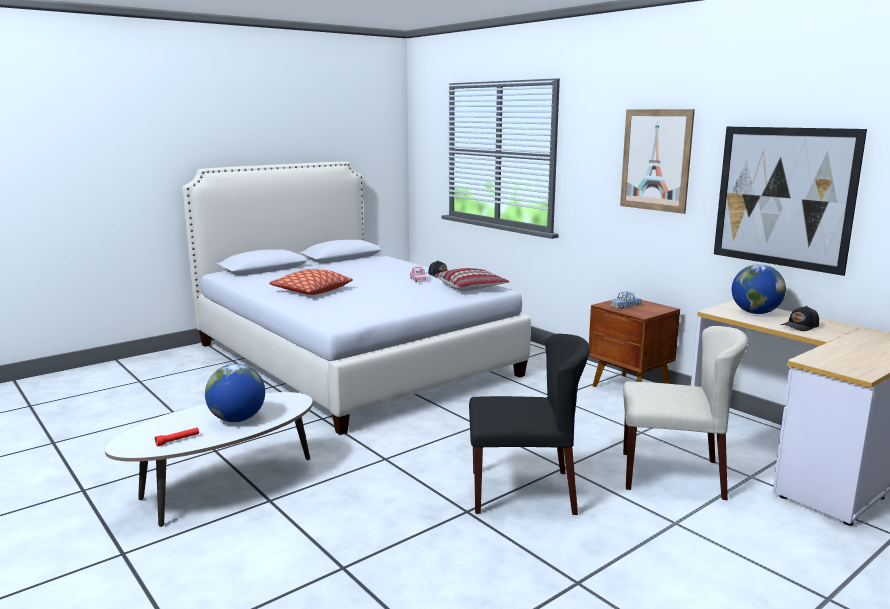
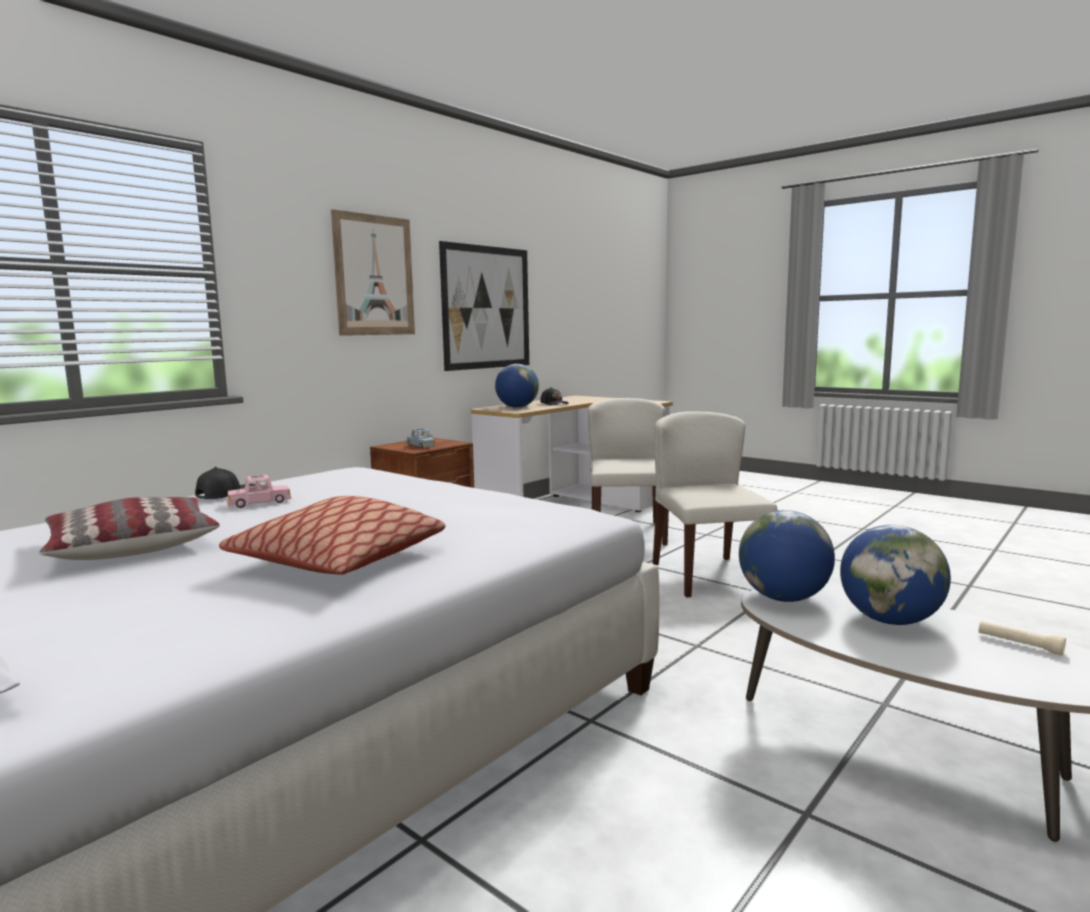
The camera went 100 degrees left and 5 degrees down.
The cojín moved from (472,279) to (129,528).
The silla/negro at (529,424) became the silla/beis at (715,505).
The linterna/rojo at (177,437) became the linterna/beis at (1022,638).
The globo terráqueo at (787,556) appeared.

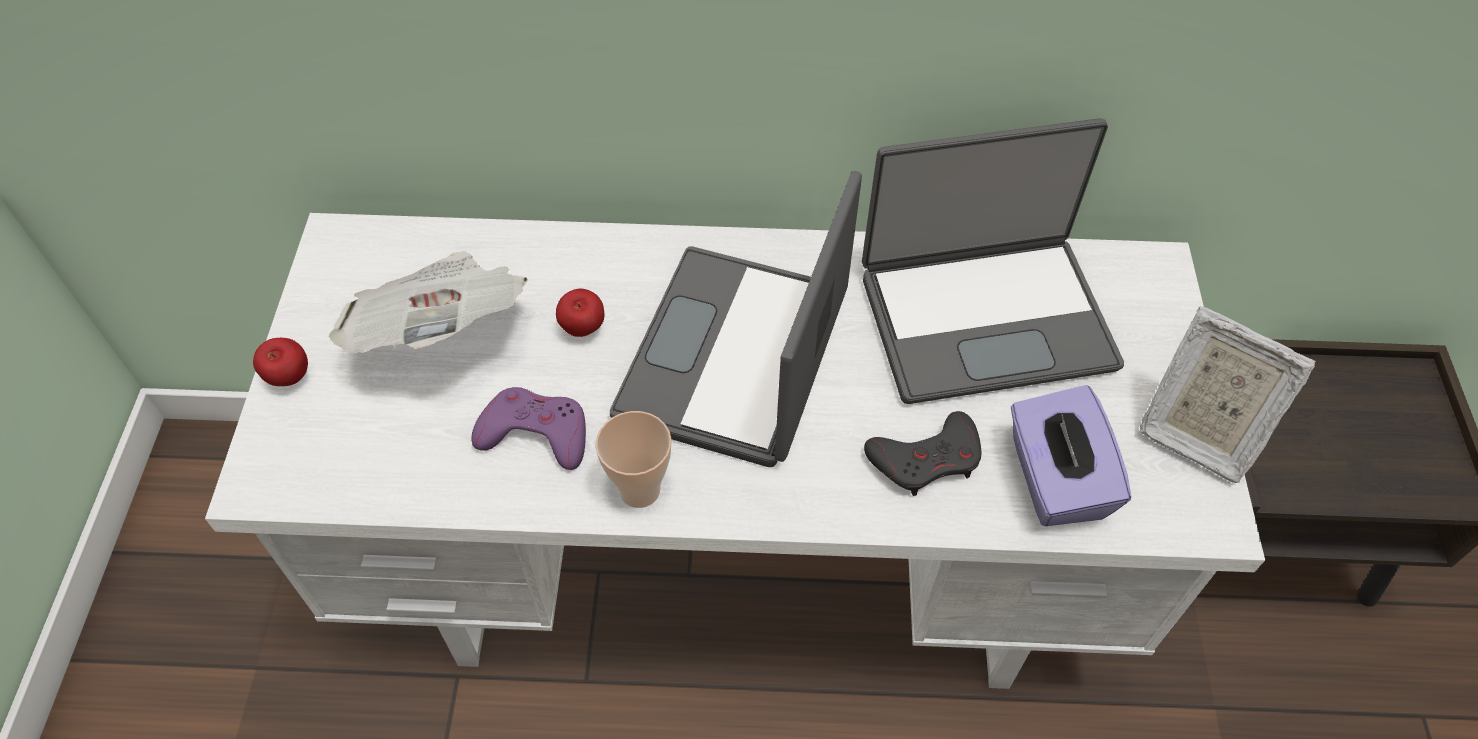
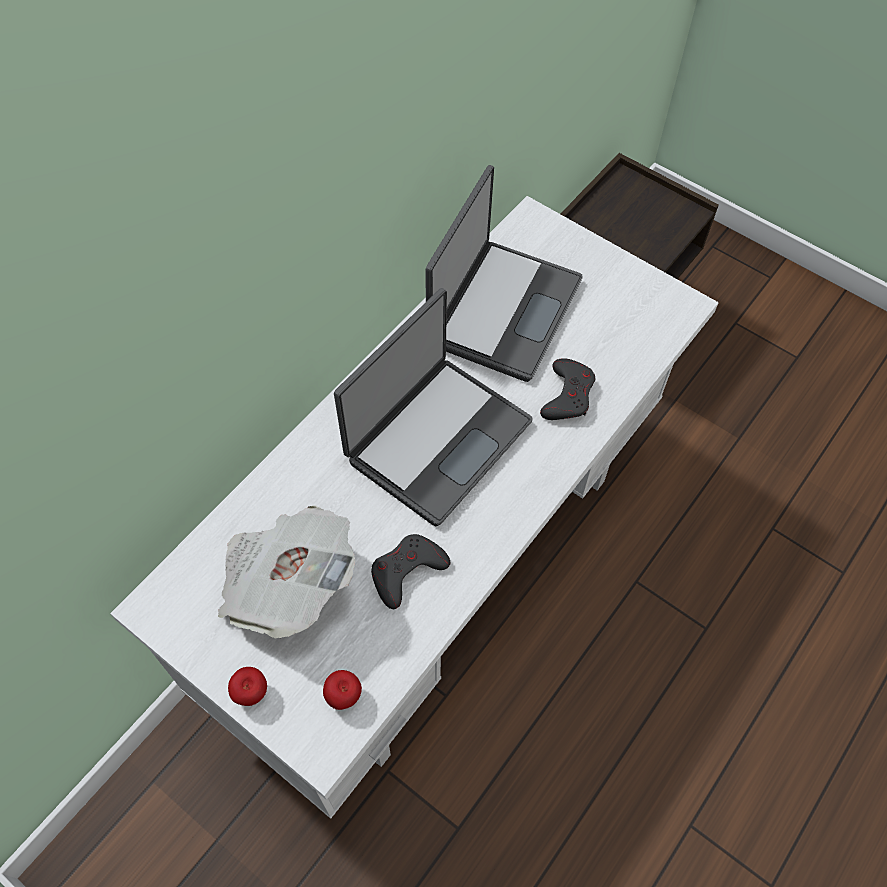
The camera went 55 degrees left and 5 degrees up.
The portátil at (736,319) turned 105 degrees counterclockwise.
The manzana moved from (580,313) to (342,690).
The portarretratos at (1228,394) disappeared.
The caja de pañuelos/morado at (1071,455) disappeared.
The mando de consola/morado at (528,428) became the mando de consola/gris at (410,571).
The taza at (634,459) disappeared.

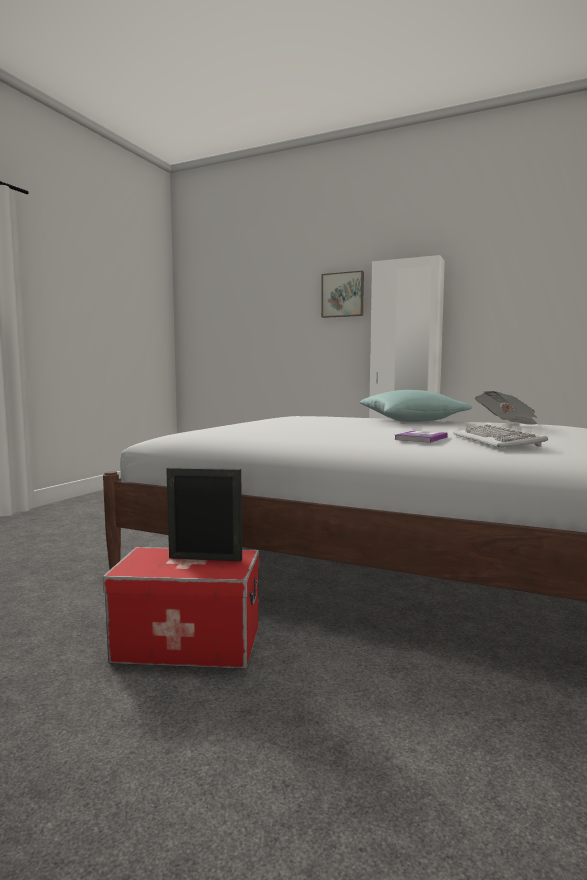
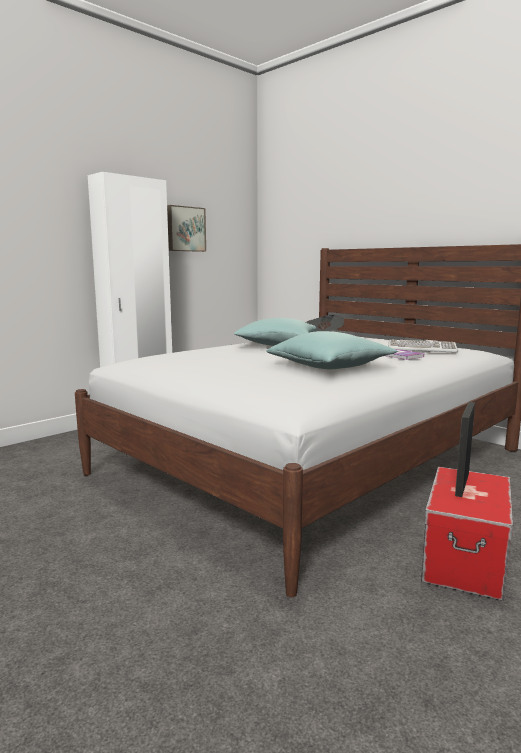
The camera went 70 degrees left and 5 degrees up.
The cuadro moved from (342,294) to (186,228).
The cojín/turquesa at (332,350) appeared.

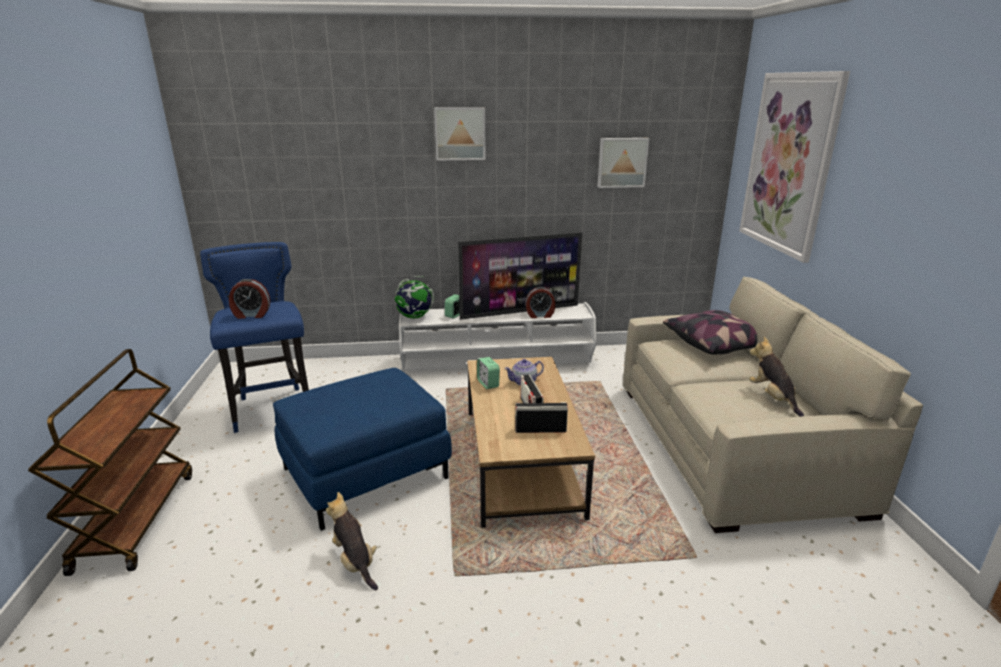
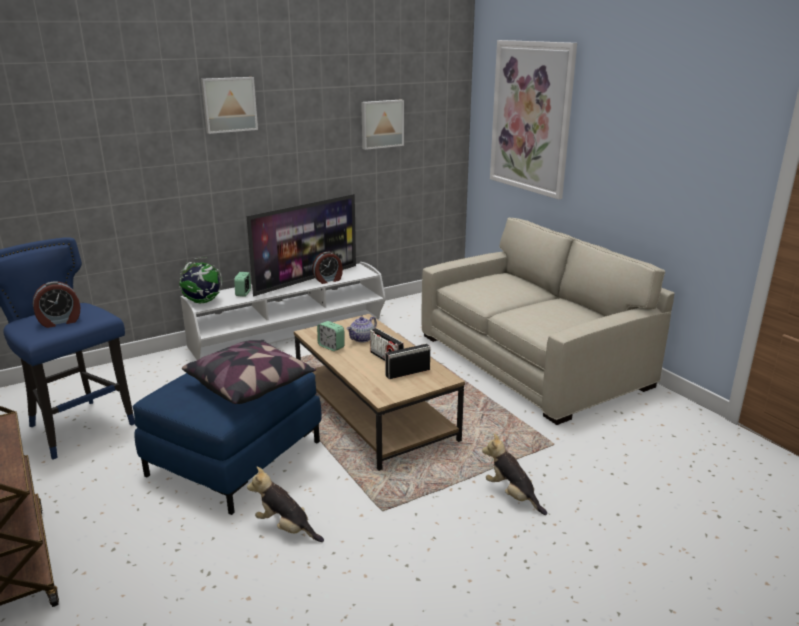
The camera went 25 degrees left and 0 degrees up.
The cojín moved from (710,332) to (249,372).
The peluche moved from (776,376) to (514,474).

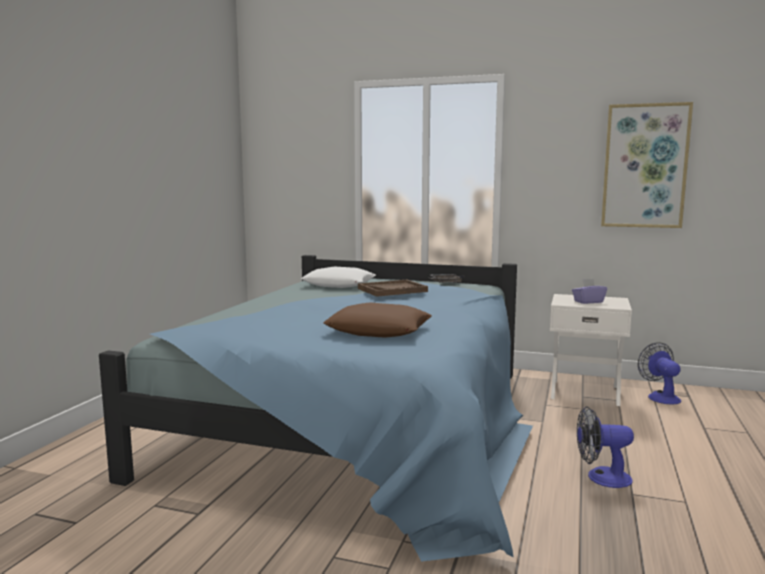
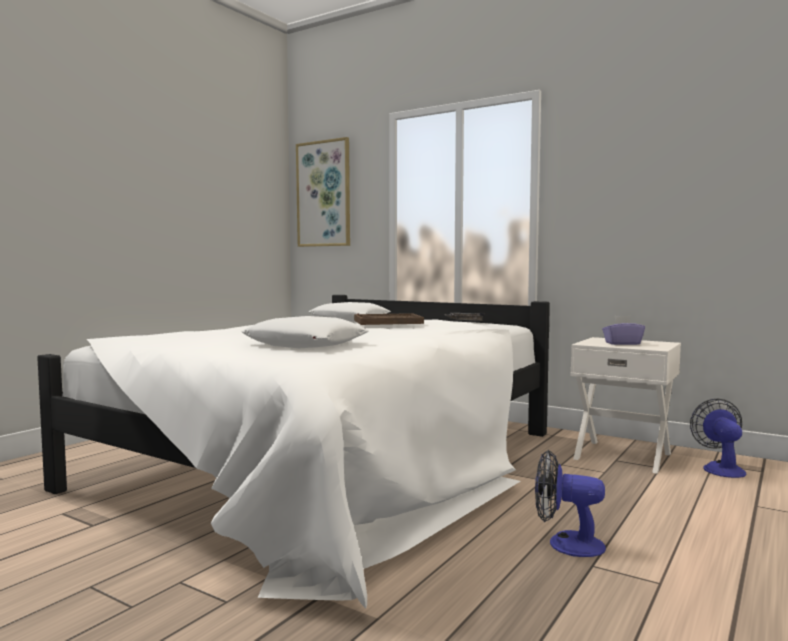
The camera went 15 degrees right and 5 degrees down.
The cuadro moved from (647,165) to (323,192).
The cama/azul at (316,408) became the cama/blanco at (293,451).
The cojín/marrón at (377,320) became the cojín/blanco at (305,332).

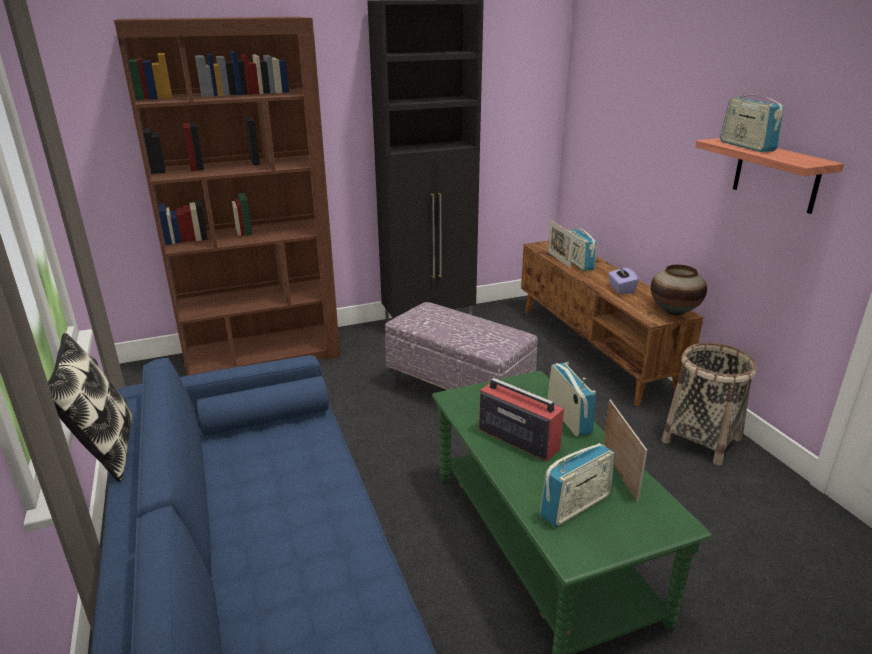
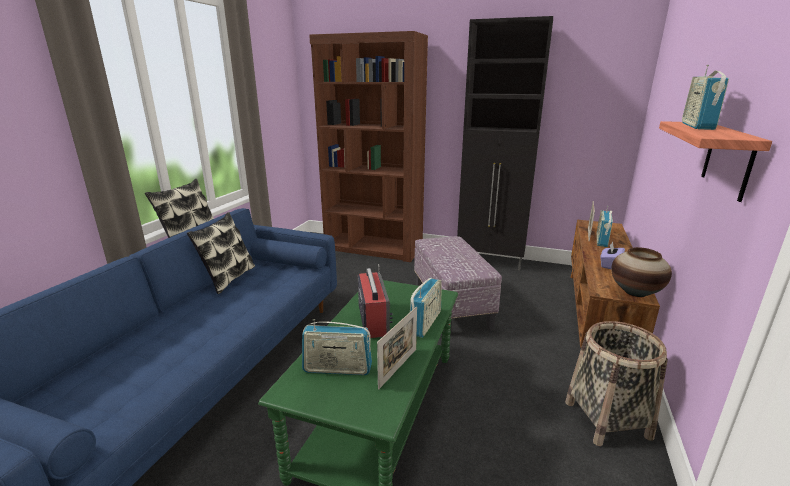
The camera went 40 degrees right and 5 degrees down.
The cojín at (221,253) appeared.

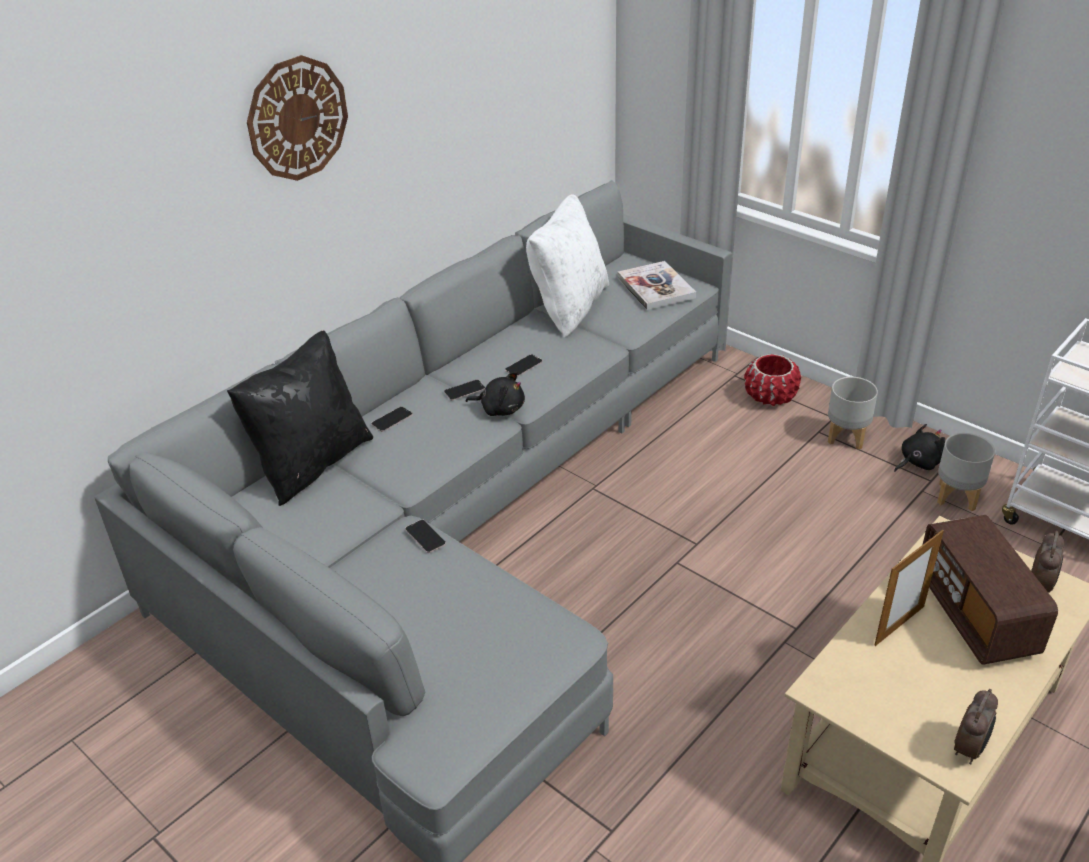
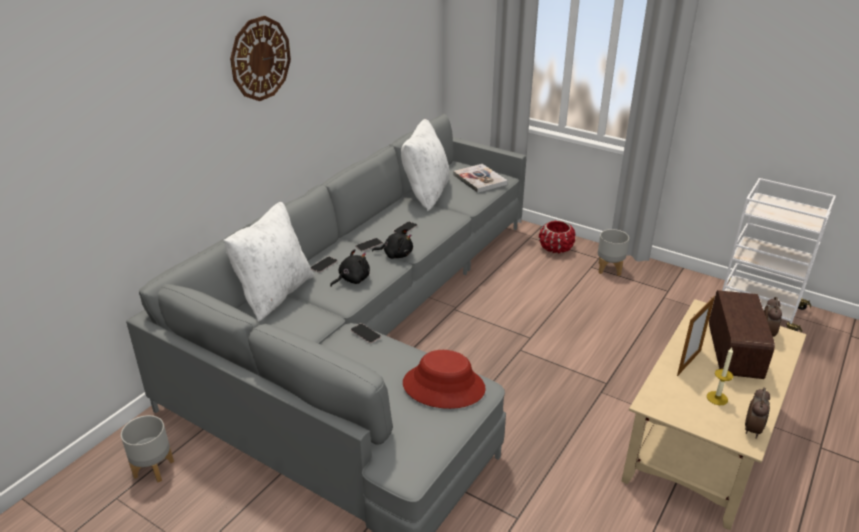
The camera went 10 degrees left and 5 degrees down.
The cojín/negro at (300,418) became the cojín/blanco at (269,262).
The peluche/negro moved from (919,448) to (350,268).
The maceta/gris moved from (966,472) to (147,449).
The radio at (990,590) turned 150 degrees counterclockwise.
The vela at (720,376) appeared.
The sombrero/rojo at (444,379) appeared.

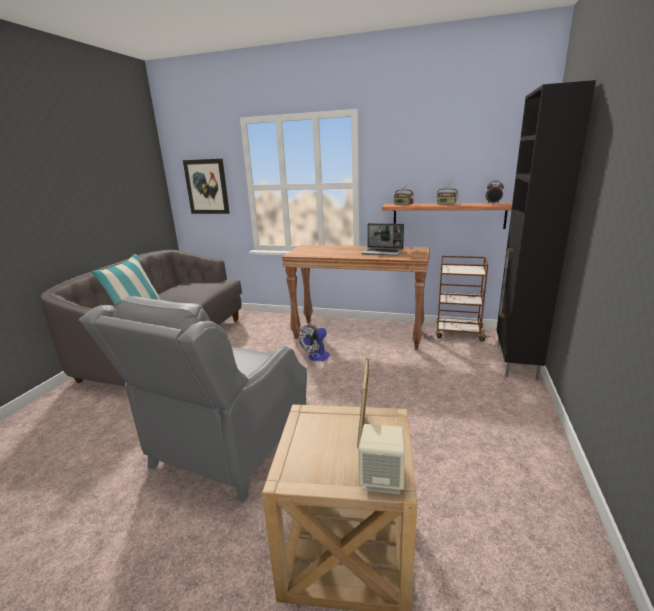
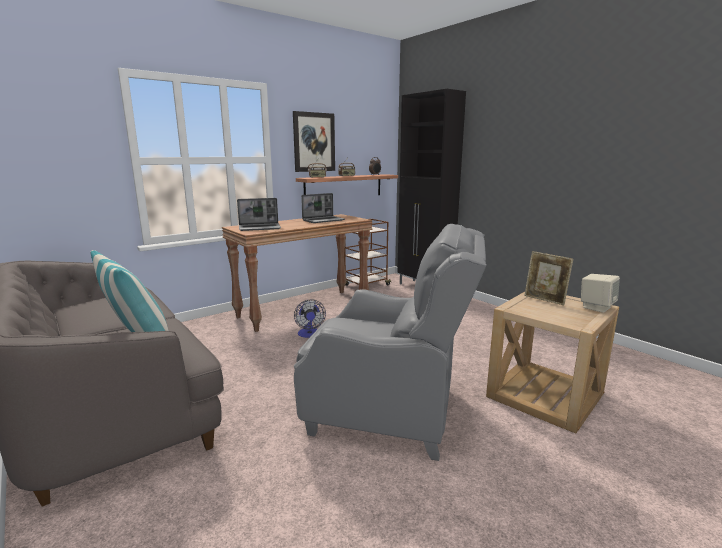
The camera went 55 degrees left and 5 degrees down.
The cuadro moved from (206,186) to (314,141).
The sillón/gris at (193,399) turned 45 degrees counterclockwise.
The portátil at (259,214) appeared.

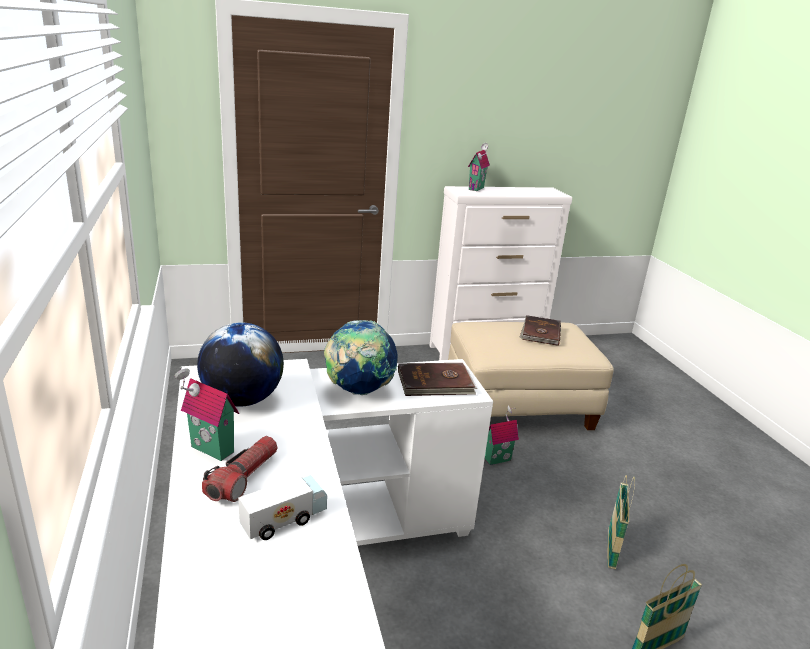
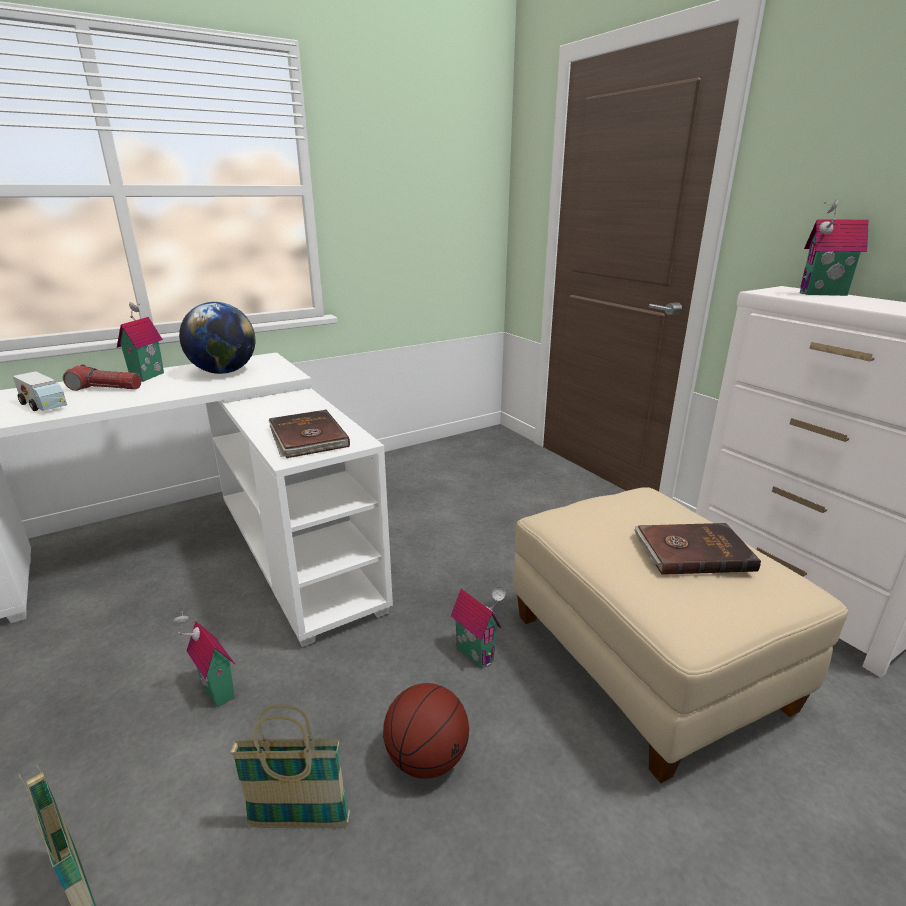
The camera went 75 degrees right and 0 degrees up.
The globo terráqueo at (360,357) disappeared.
The casita at (203,659) appeared.
The balón de baloncesto at (426,731) appeared.

